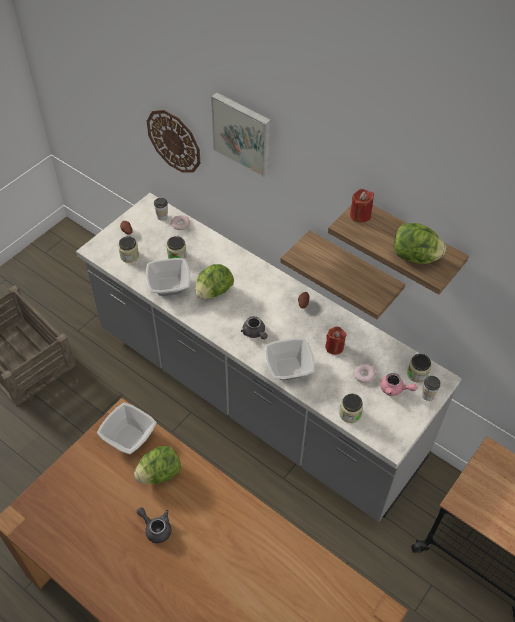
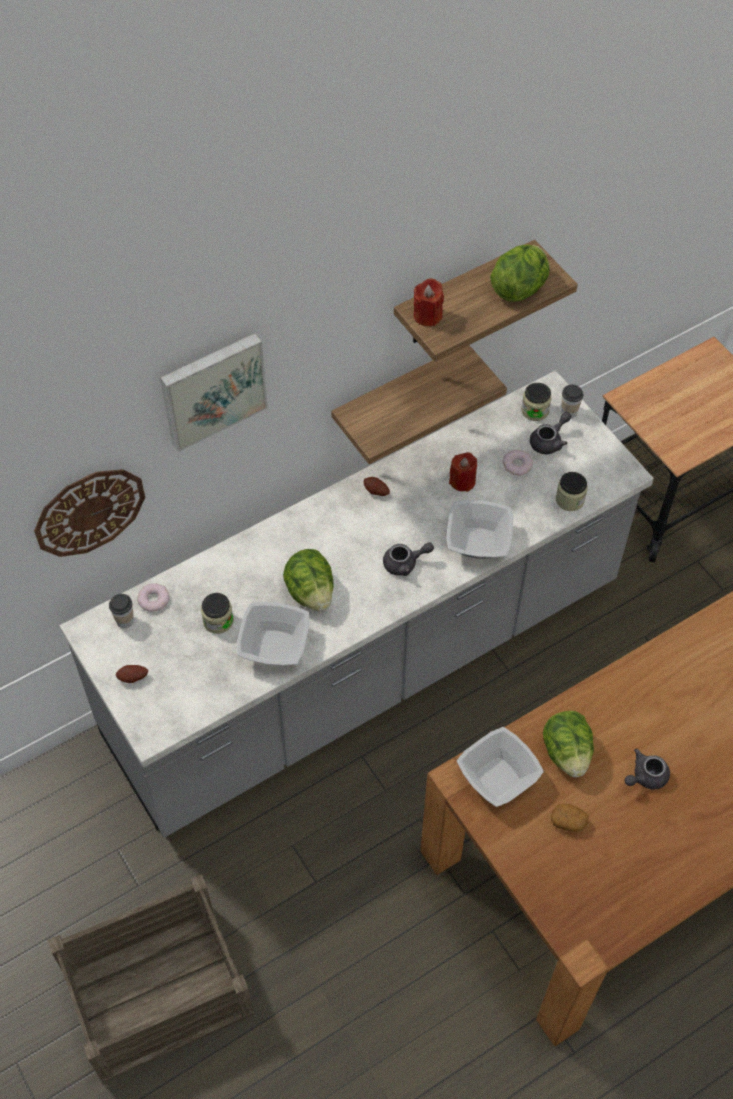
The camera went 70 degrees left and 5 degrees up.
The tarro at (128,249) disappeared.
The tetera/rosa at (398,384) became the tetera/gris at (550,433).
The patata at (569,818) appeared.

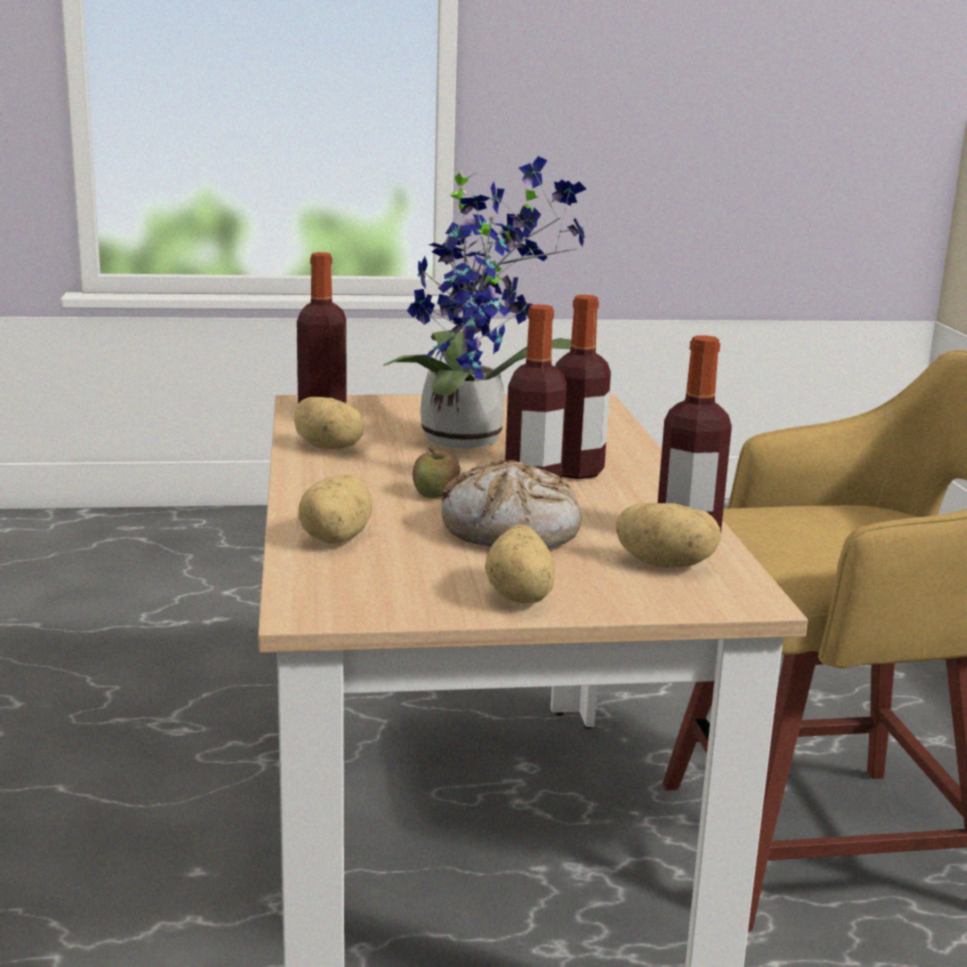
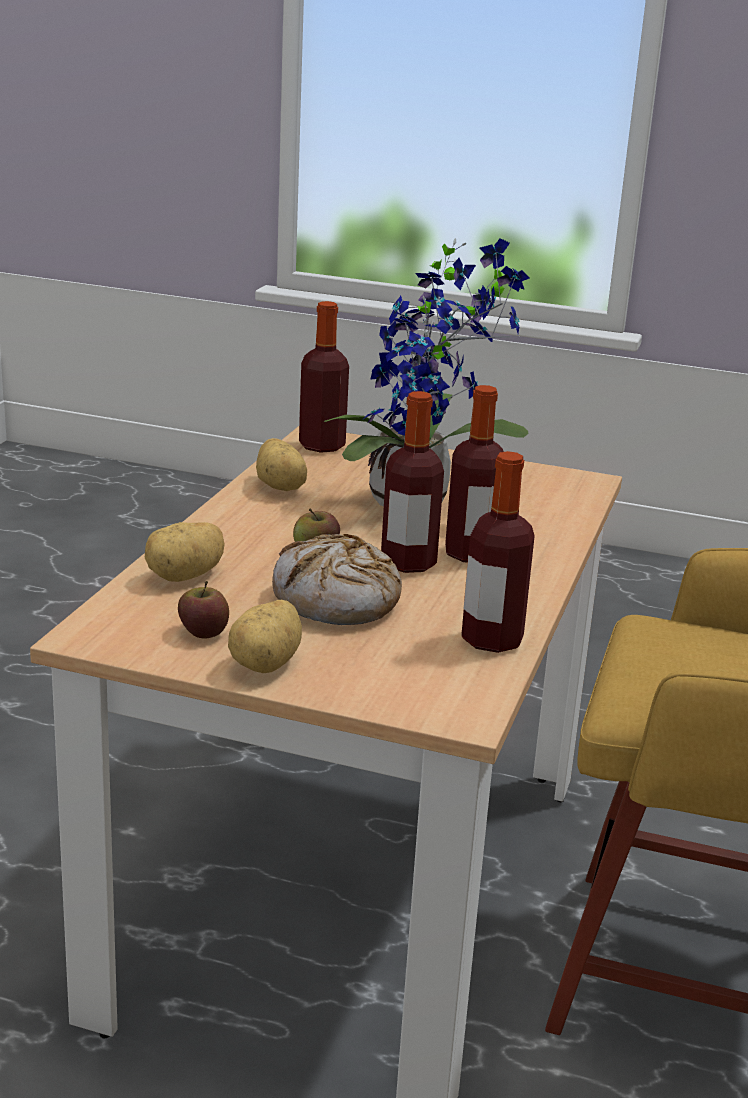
The camera went 25 degrees right and 5 degrees up.
The patata at (668,535) disappeared.
The manzana at (203,610) appeared.

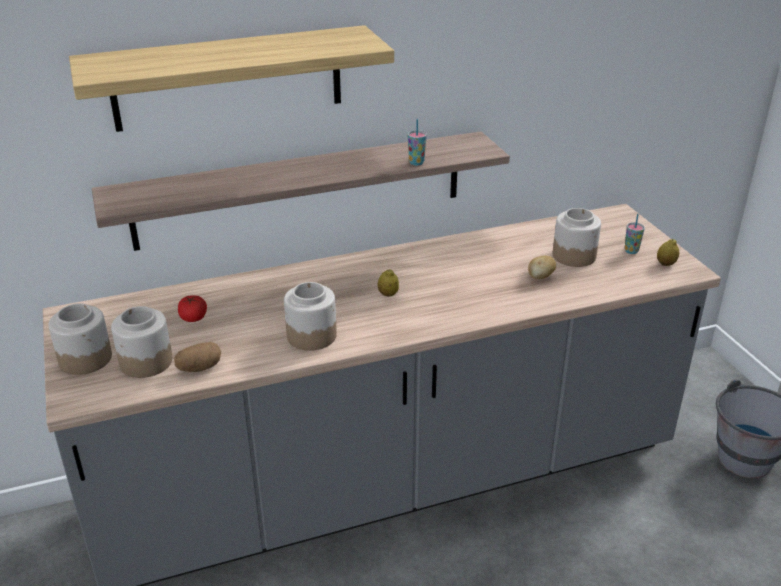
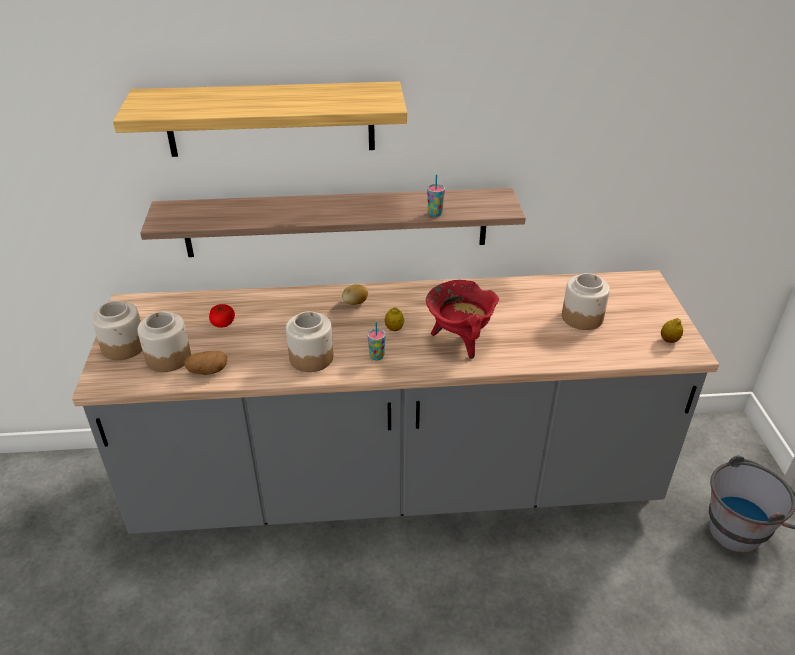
The camera went 15 degrees right and 5 degrees up.
The taza moved from (635,234) to (377,341).
The patata moved from (542,267) to (355,294).
The olla/rojo at (462,319) appeared.

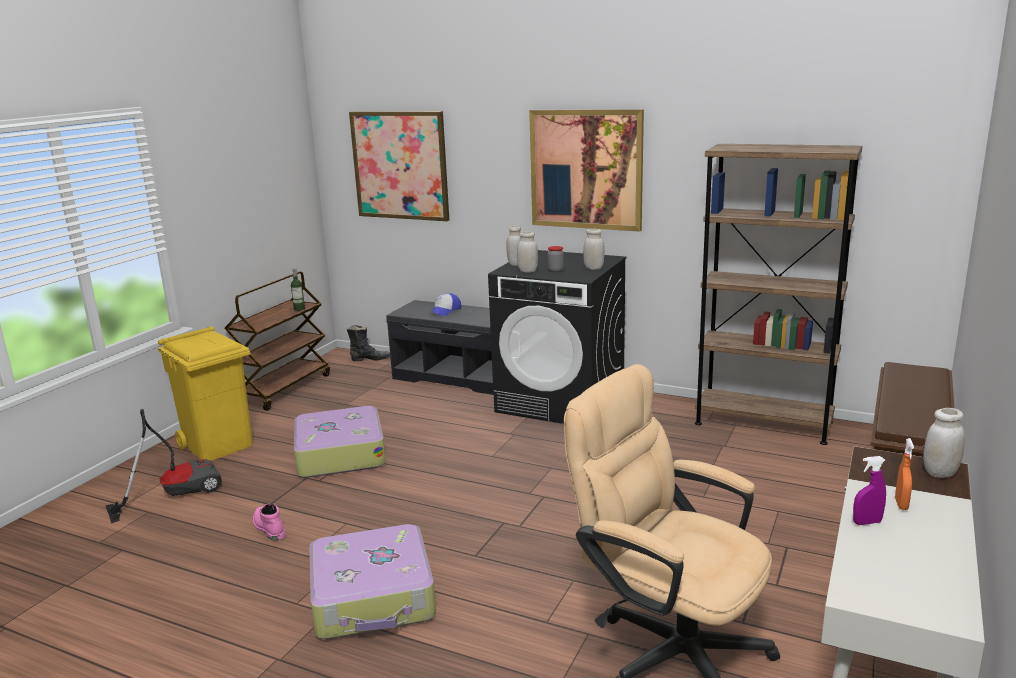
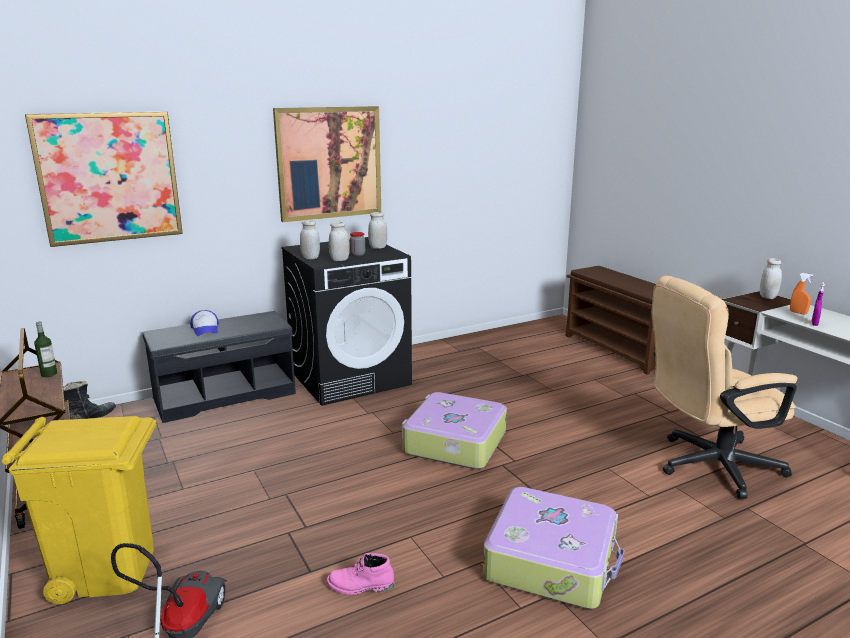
The camera went 55 degrees left and 0 degrees up.
The estantería/marrón at (779,294) disappeared.
The maleta moved from (340,442) to (454,430).

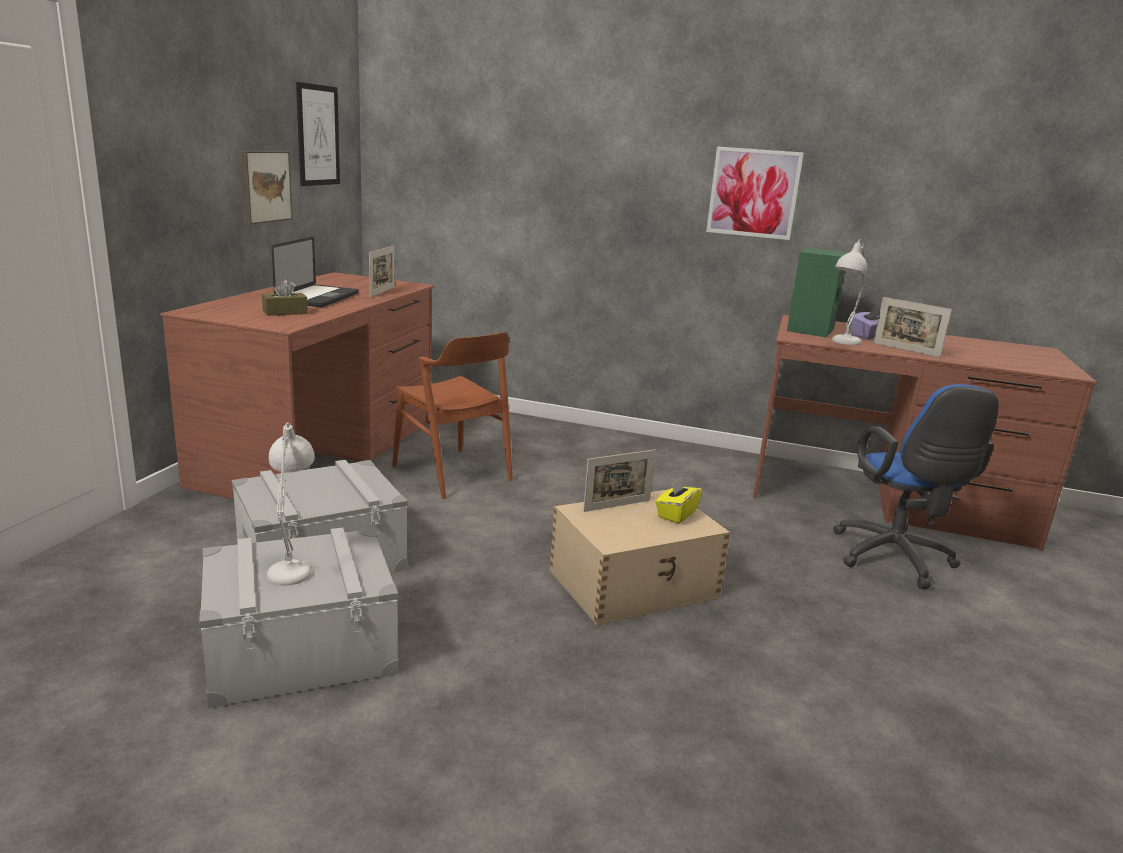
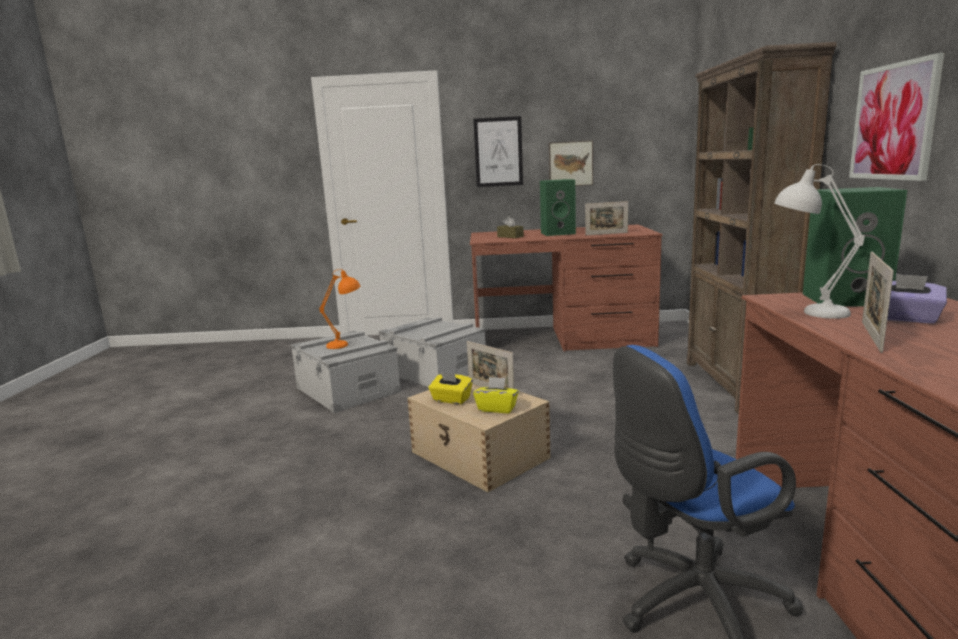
The camera went 75 degrees right and 5 degrees down.
The cuadro moved from (318,134) to (498,151).
The portátil at (315,272) was replaced by the altavoz/verde at (558,207).
The silla/marrón at (452,415) disappeared.
The lámpara de mesa/blanco at (291,504) became the lámpara de mesa/naranja at (339,309).
The estantería/marrón at (762,228) appeared.
The caja de pañuelos/amarillo at (451,388) appeared.

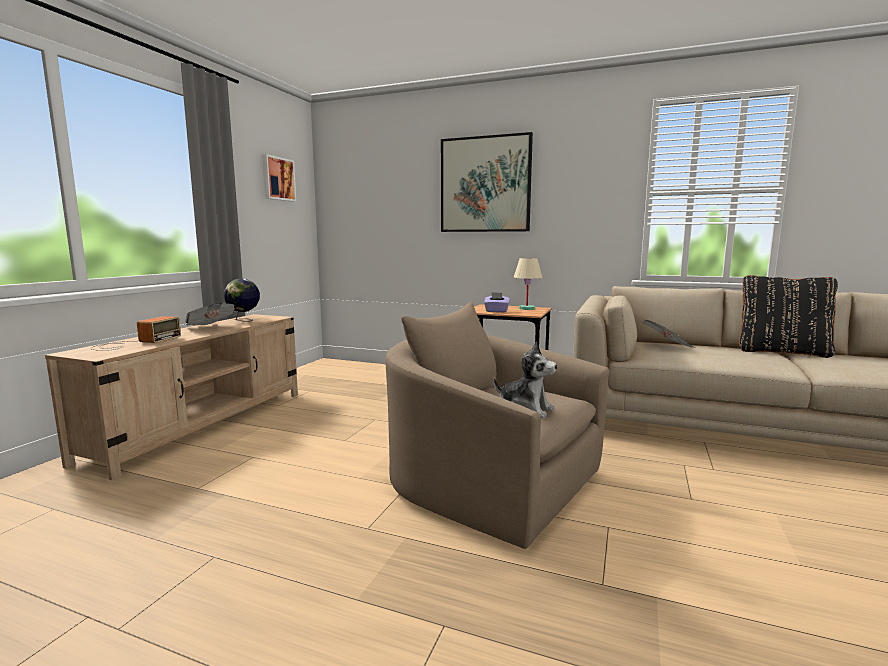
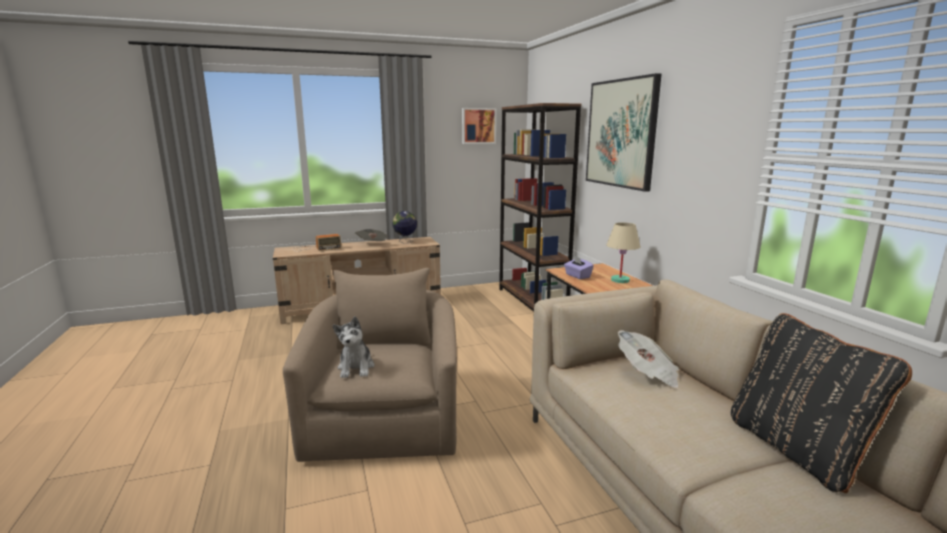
The camera went 50 degrees right and 5 degrees up.
The estantería/marrón at (540,207) appeared.

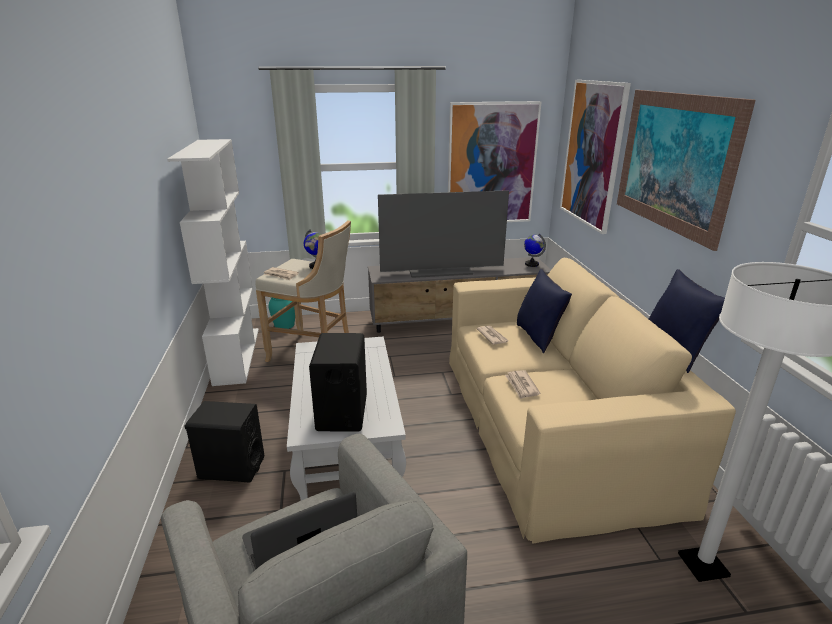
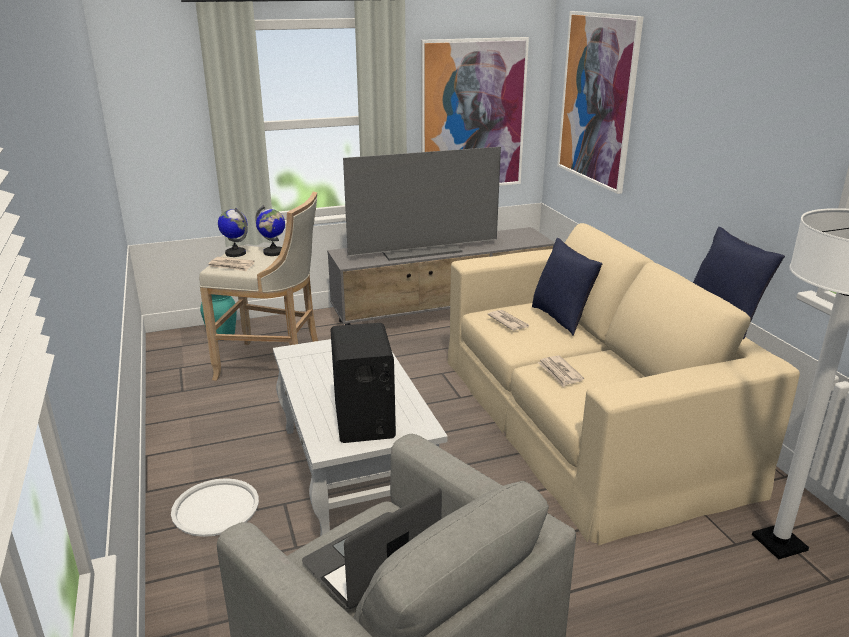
The camera went 10 degrees left and 0 degrees up.
The cuadro at (686,170) disappeared.
The estantería/blanco at (213,262) disappeared.
The globo terráqueo moved from (535,250) to (233,232).
The altavoz/negro at (224,442) was replaced by the bandeja/blanco at (215,507).

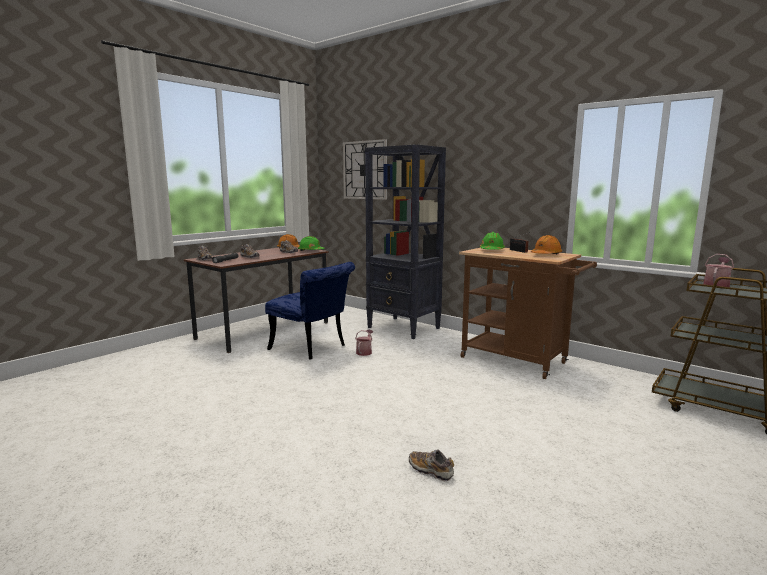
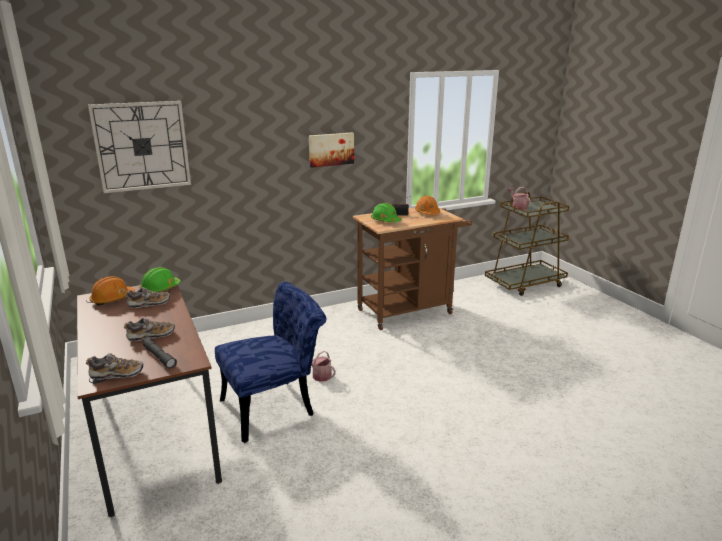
The camera went 65 degrees left and 10 degrees up.
The estantería/negro at (405,241) disappeared.
The zapato at (431,465) disappeared.
The cuadro at (331,150) appeared.

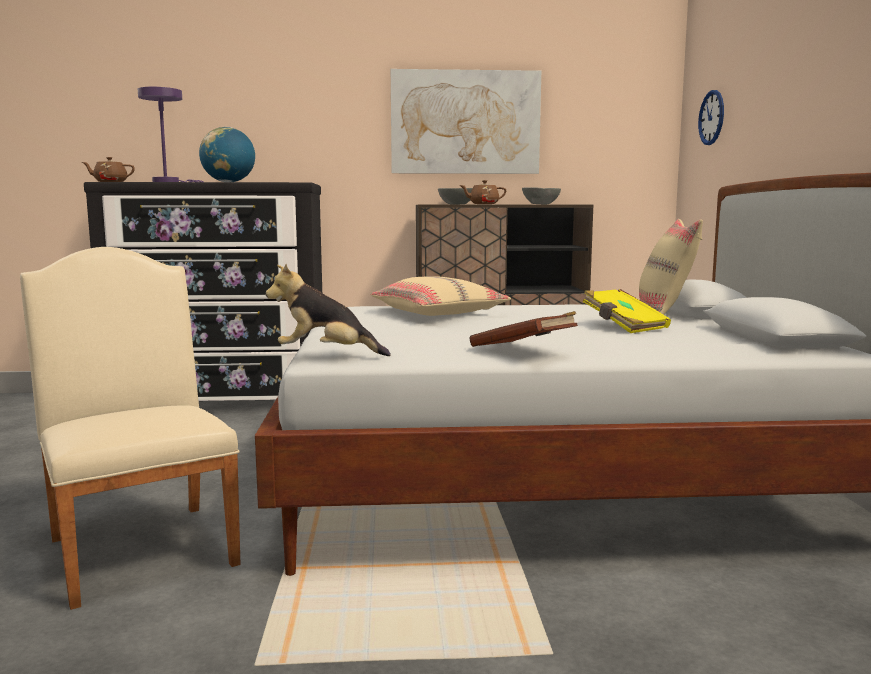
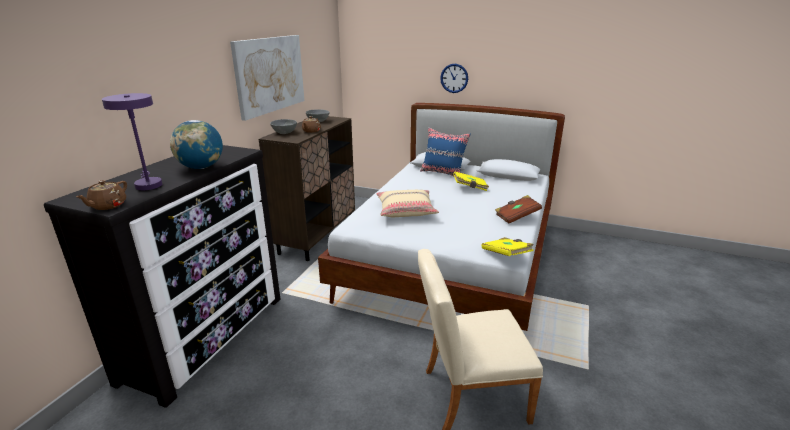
The camera went 65 degrees left and 15 degrees up.
The reloj de pared moved from (711,117) to (454,78).
The cojín/beis at (671,267) became the cojín/azul at (445,152).
The peluche at (328,310) was replaced by the libro/amarillo at (507,246).

